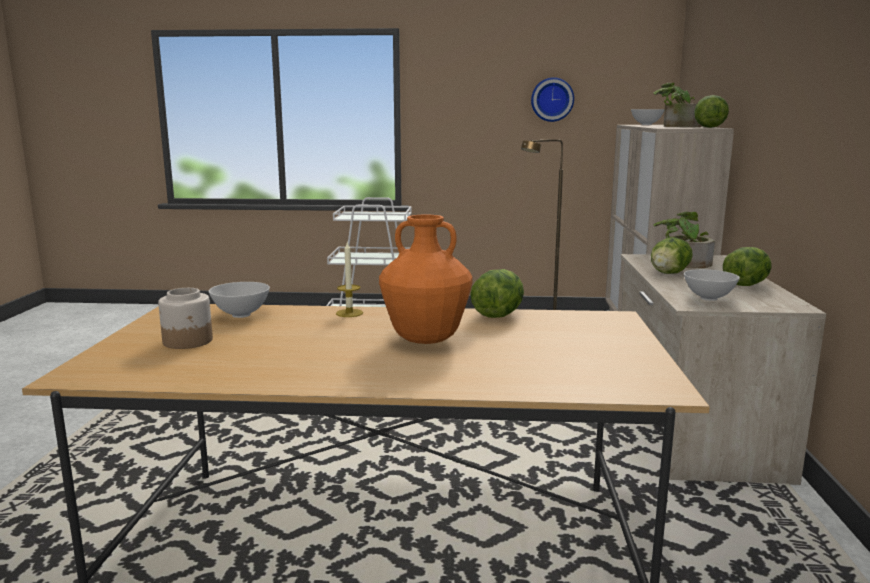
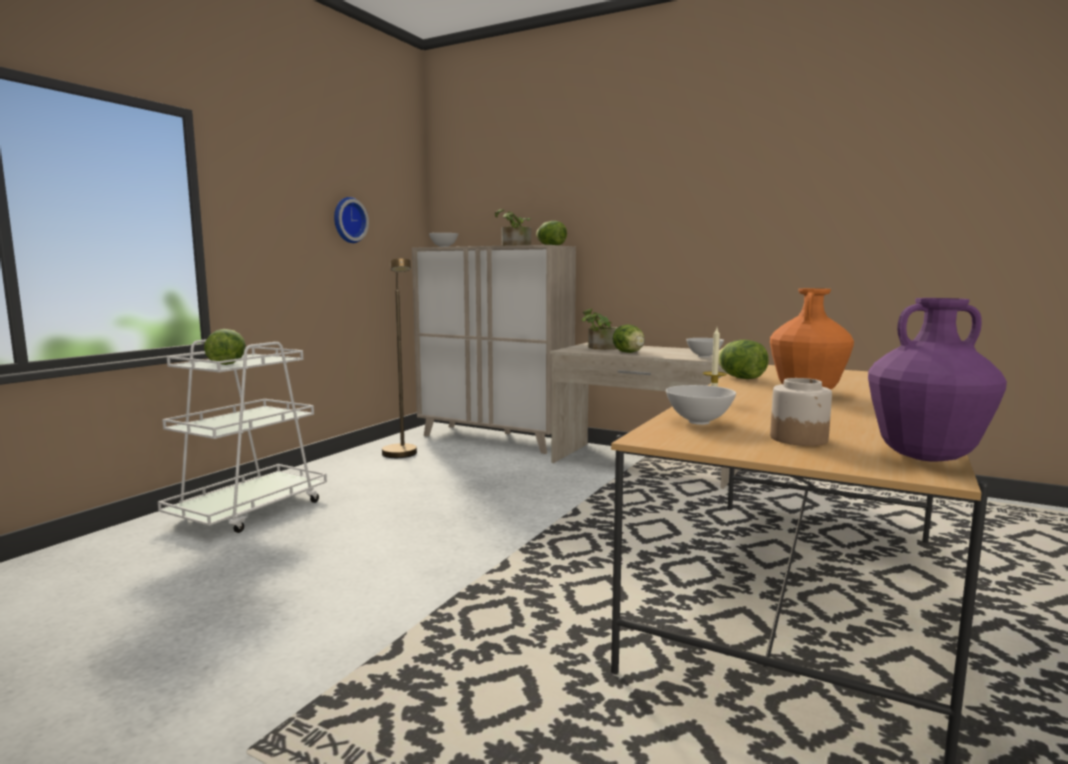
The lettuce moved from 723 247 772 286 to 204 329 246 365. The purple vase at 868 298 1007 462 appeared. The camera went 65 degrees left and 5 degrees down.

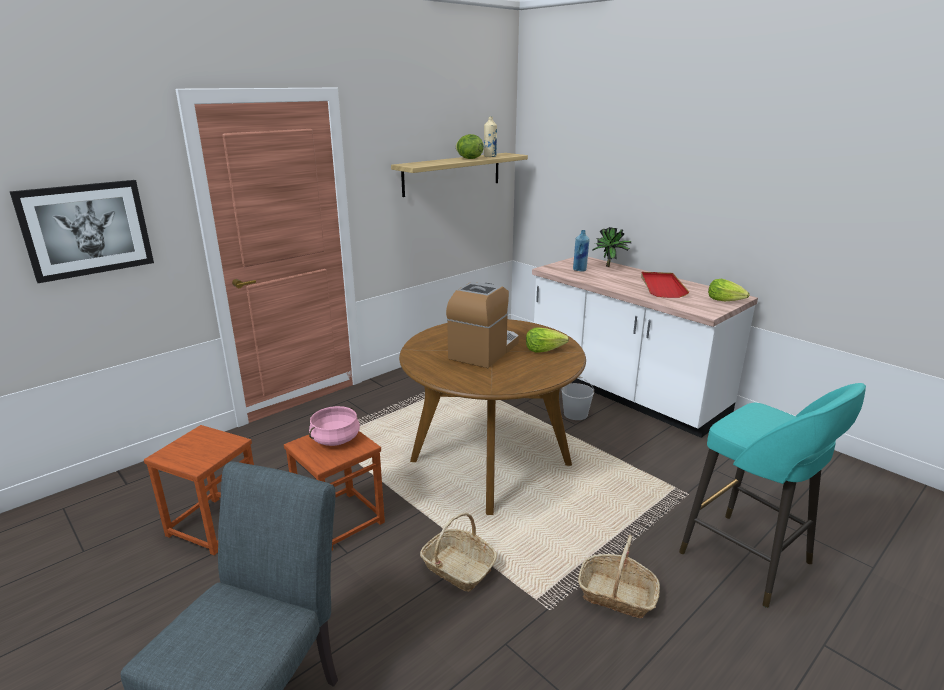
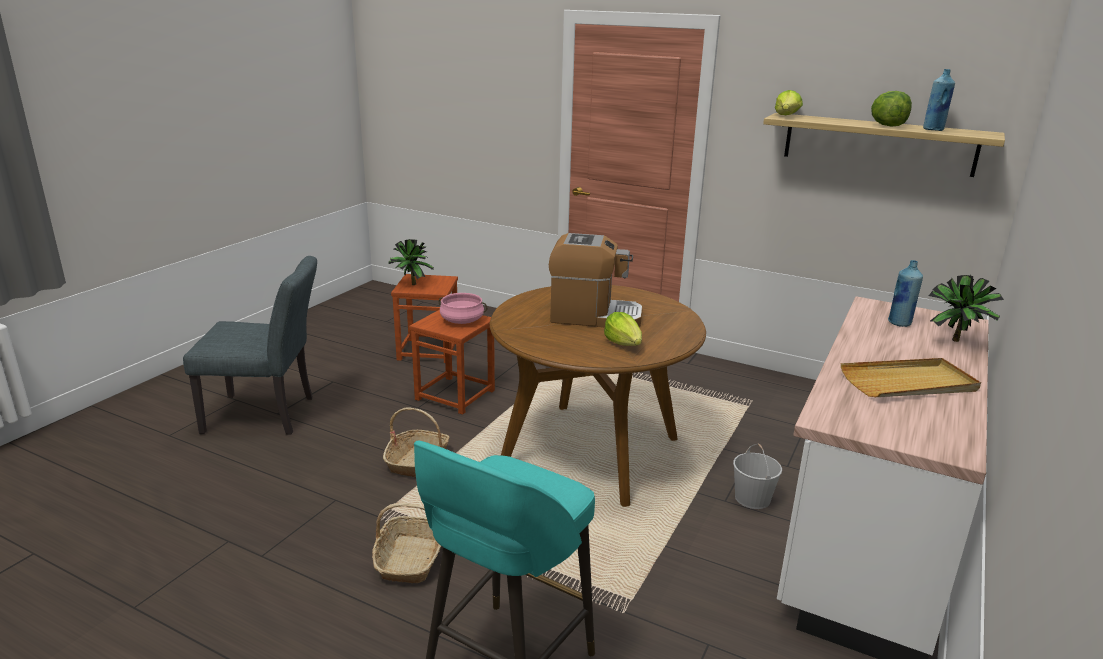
The picture at 9 180 154 283 disappeared. The beige bottle at 484 116 497 157 became the blue bottle at 923 69 955 131. The red tray at 641 272 689 298 became the beige tray at 841 358 981 397. The lettuce moved from 708 279 750 301 to 775 90 803 115. The potted plant at 389 239 434 285 appeared. The camera went 70 degrees right and 0 degrees up.

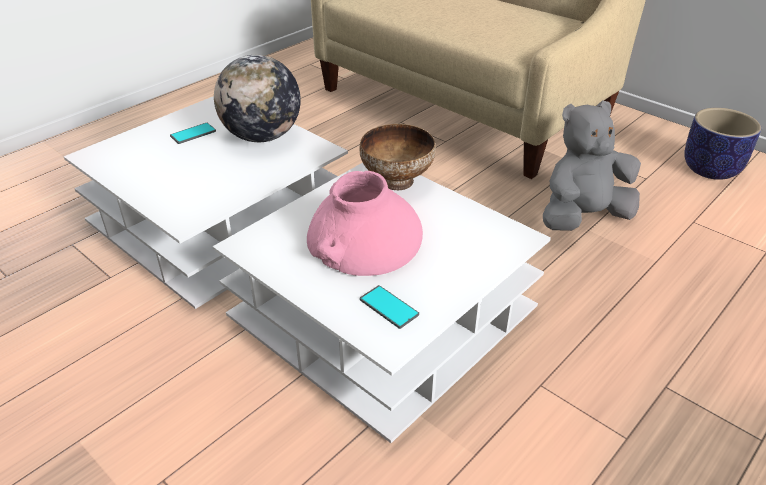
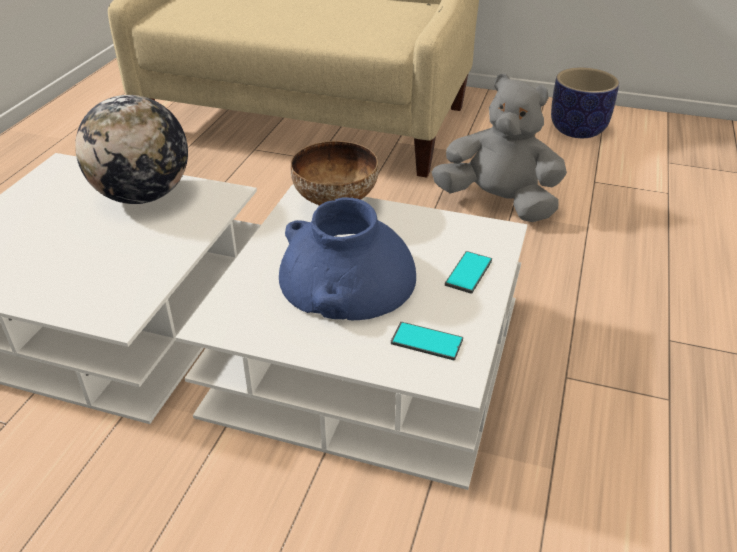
The phone moved from 170 123 216 144 to 445 251 492 294. The pink vase at 307 171 423 276 became the blue vase at 279 197 416 320. The grey plush toy at 543 100 641 231 turned 75 degrees clockwise. The camera went 25 degrees left and 0 degrees up.

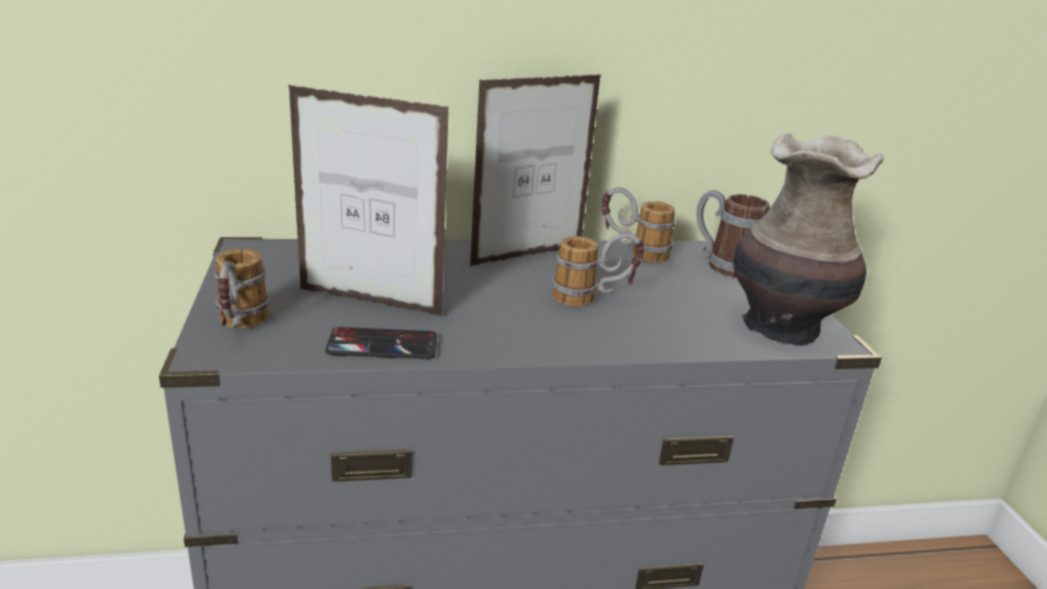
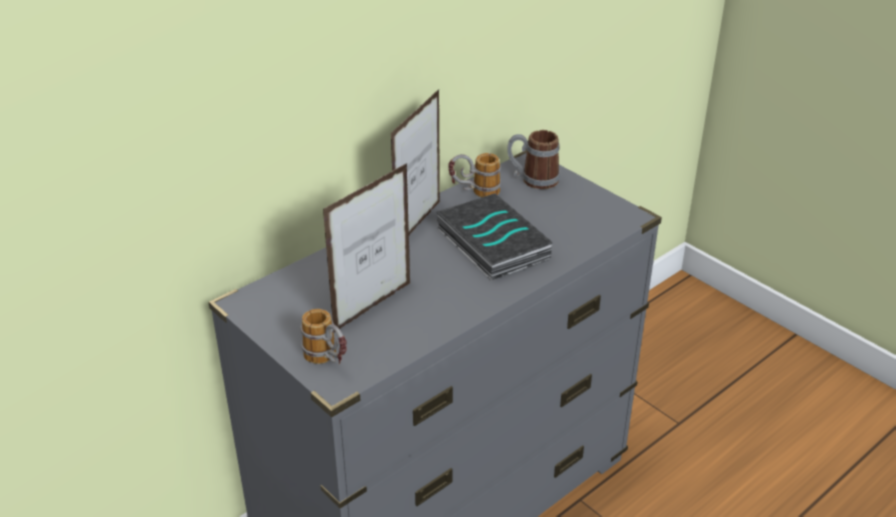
The picture frame at 288 85 449 316 turned 150 degrees clockwise. The phone at 325 327 437 359 disappeared. The mug at 552 232 645 307 was replaced by the book at 436 193 553 281. The vase at 733 133 884 345 disappeared. The camera went 30 degrees left and 10 degrees up.

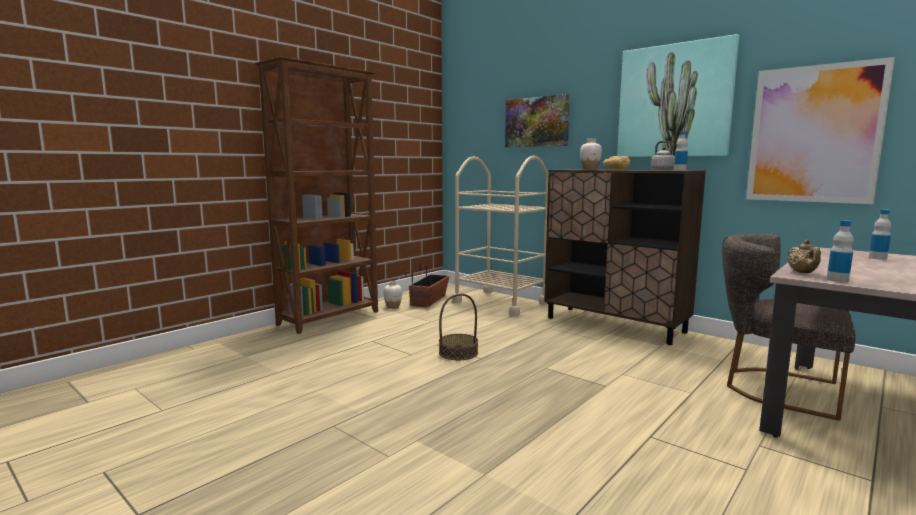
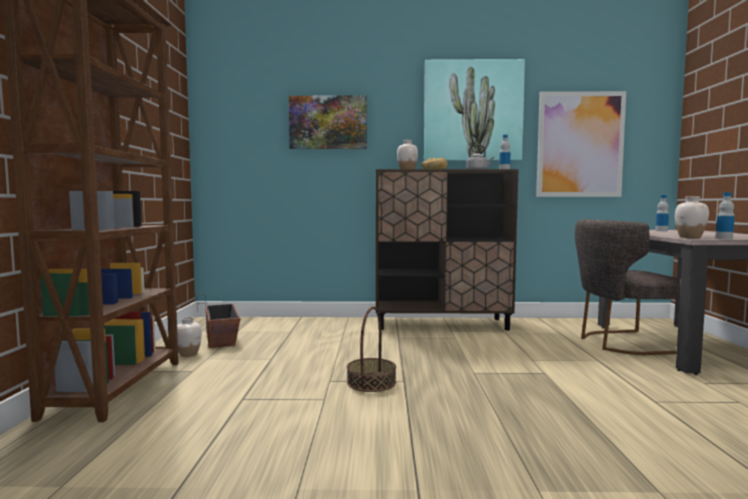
The beige cart at 452 156 548 316 disappeared. The beige teapot at 788 240 821 273 was replaced by the white vase at 675 197 709 238. The camera went 40 degrees left and 5 degrees down.

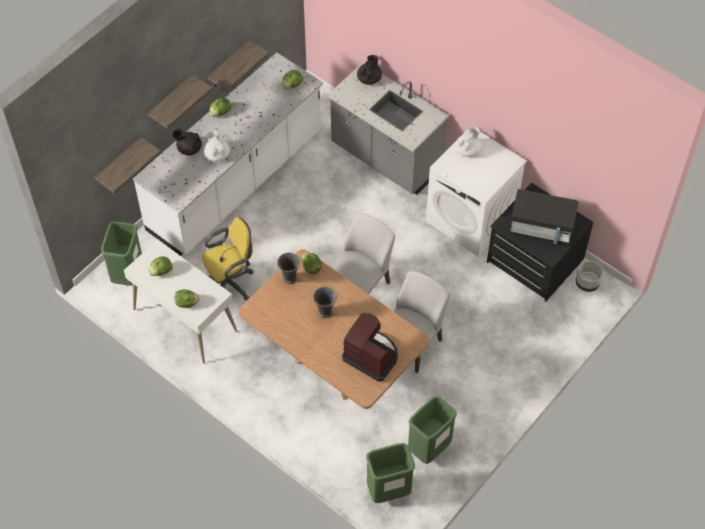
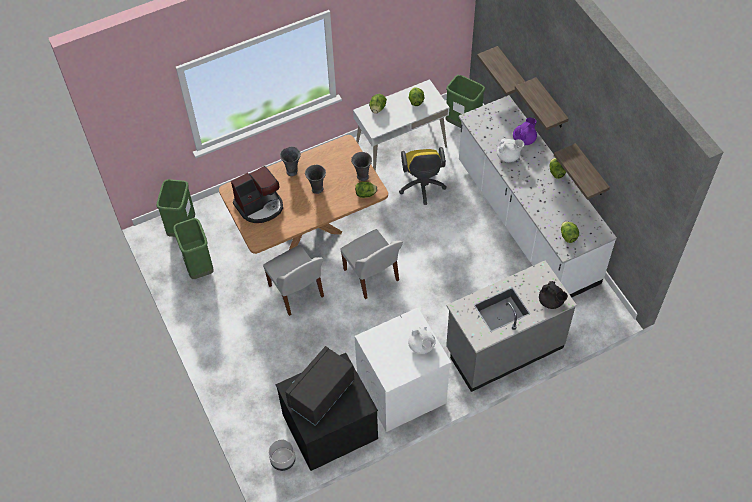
The black teapot at 173 129 202 155 became the purple teapot at 513 118 537 145. The grey vase at 280 146 301 176 appeared. The camera went 115 degrees right and 0 degrees up.

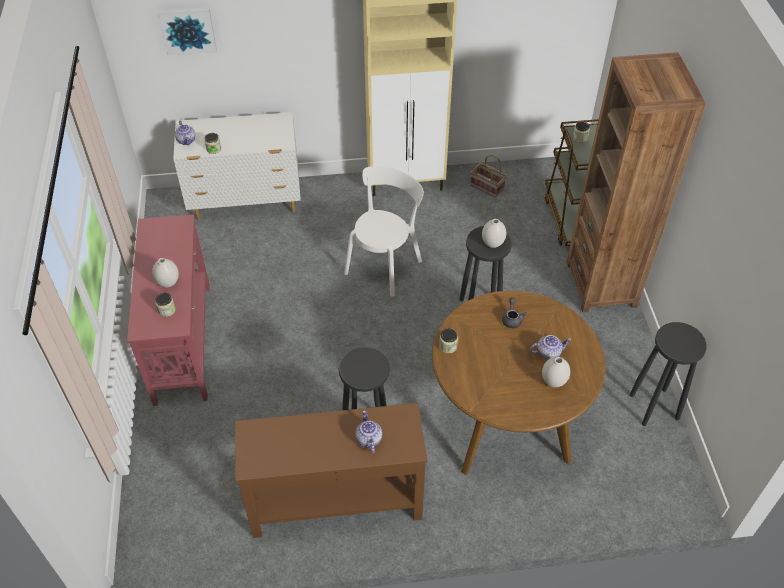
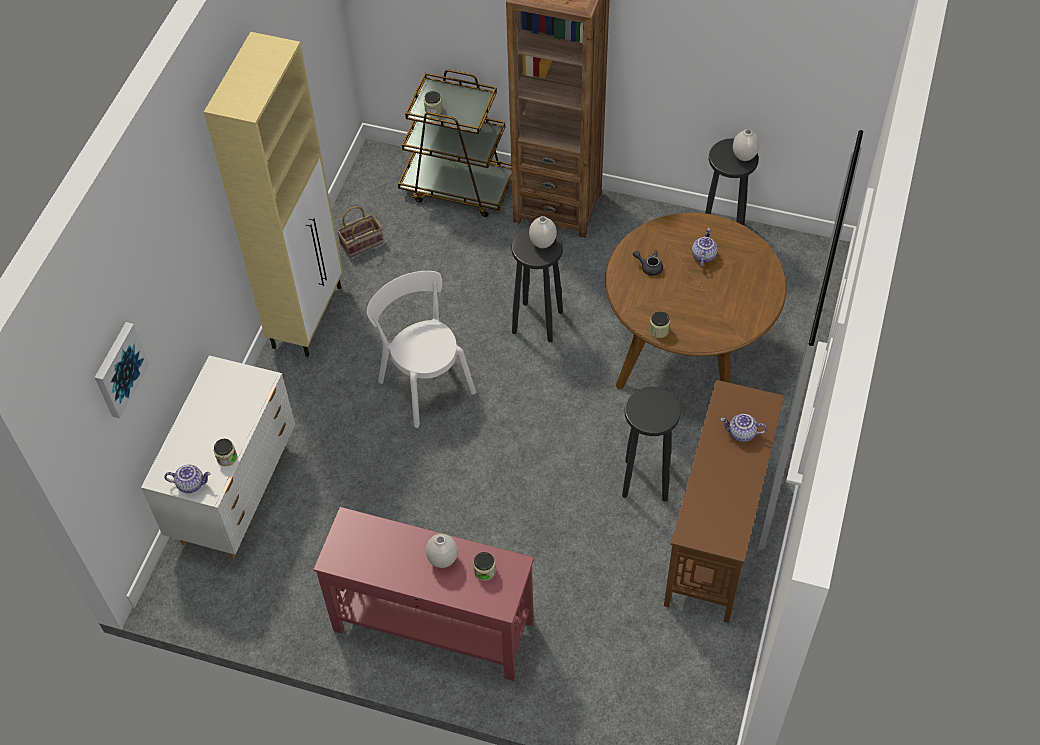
The white vase moved from 542 357 570 387 to 733 129 759 161. The camera went 65 degrees left and 5 degrees up.

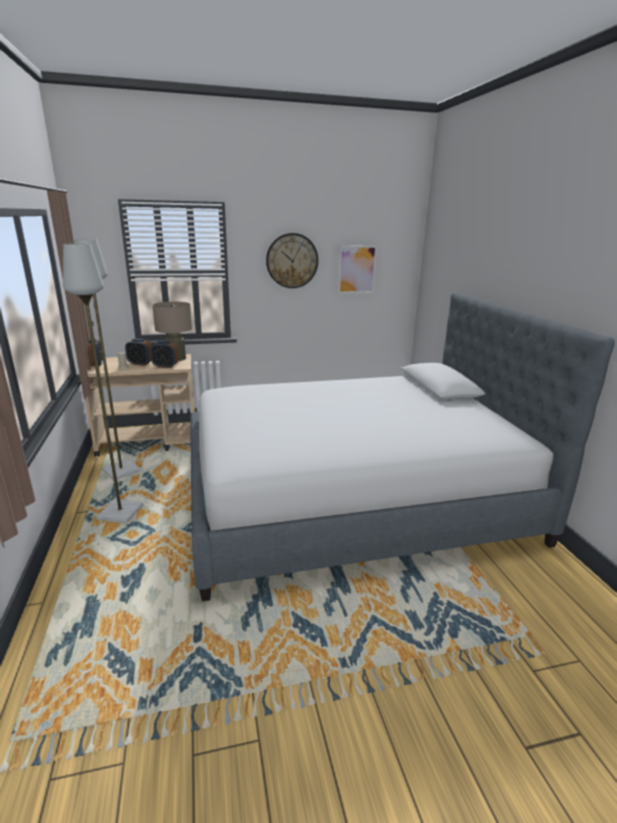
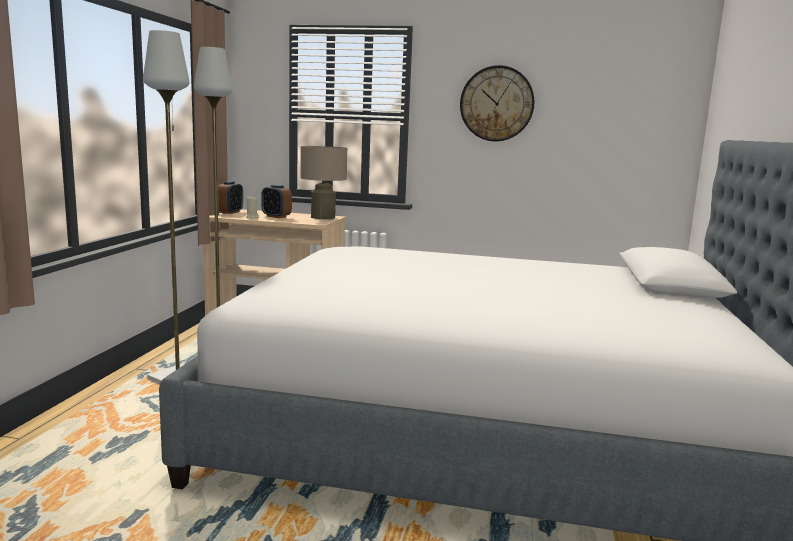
The alarm clock at 150 341 179 368 disappeared. The picture at 338 245 377 294 disappeared. The camera went 25 degrees right and 10 degrees down.

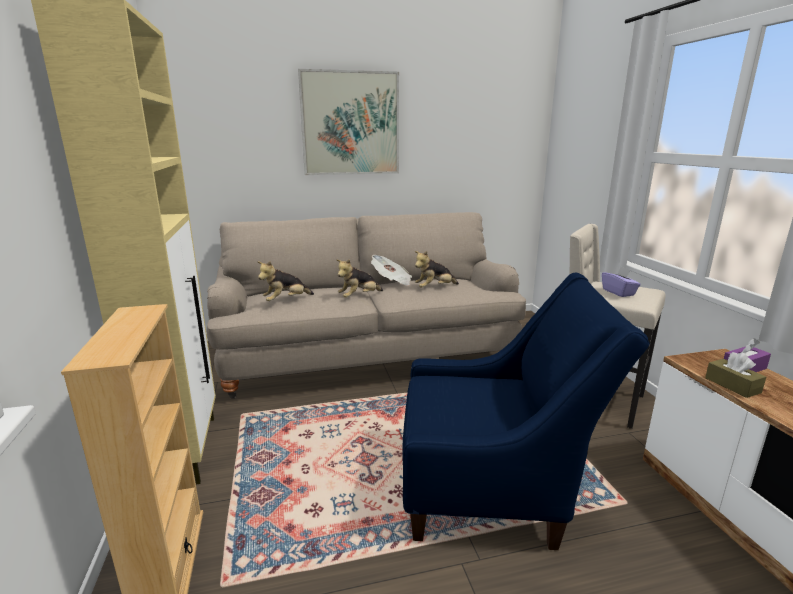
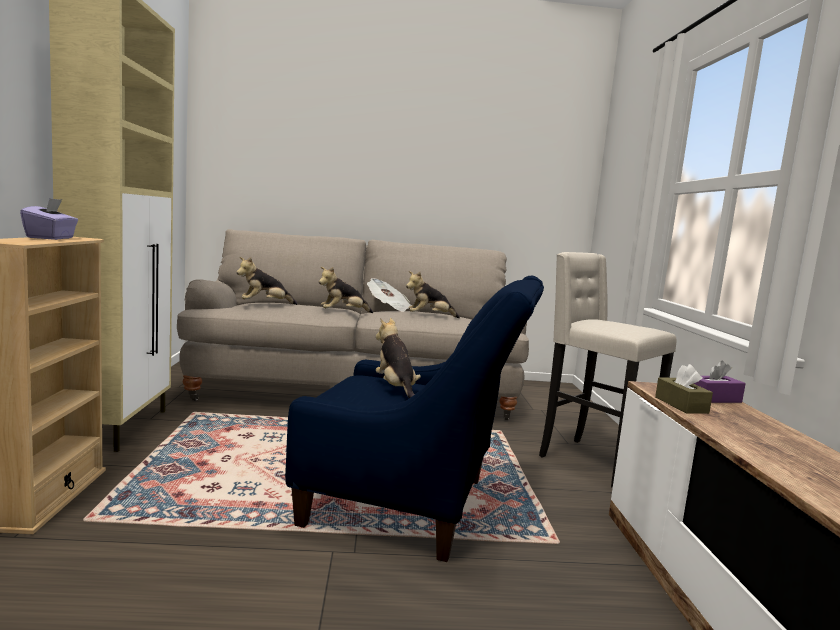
The picture at 298 69 399 175 disappeared. The purple tissue box moved from 602 267 641 297 to 20 198 78 240. The plush toy at 376 318 421 398 appeared. The camera went 10 degrees right and 10 degrees down.

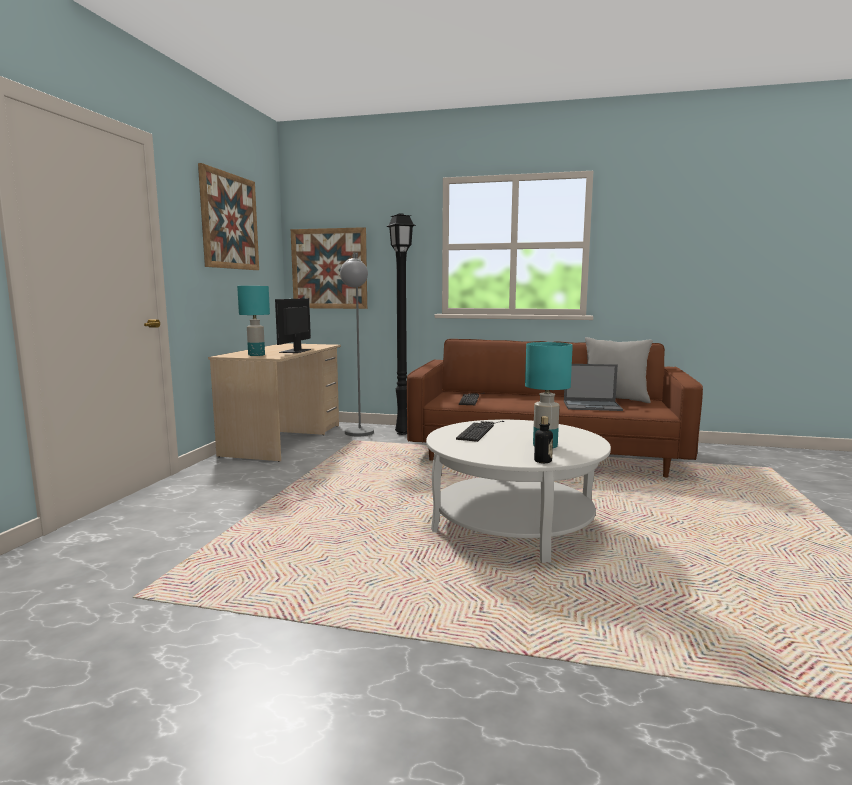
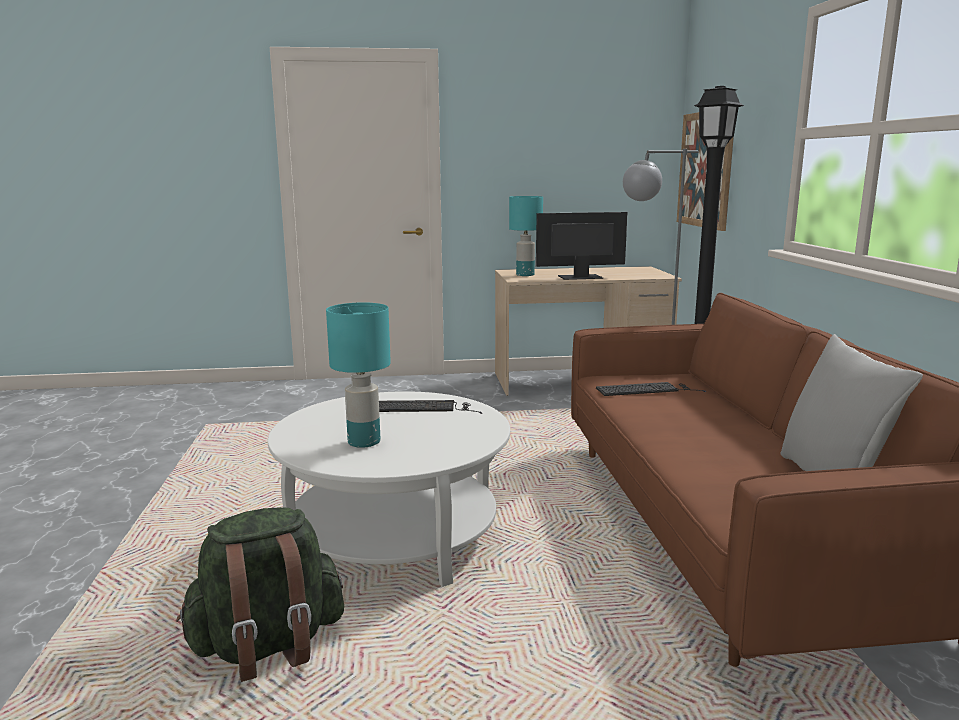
The picture at 198 163 259 270 disappeared. The bottle at 534 416 553 463 disappeared. The laptop at 564 364 623 411 disappeared. The green backpack at 176 507 344 682 appeared. The camera went 70 degrees right and 5 degrees up.

